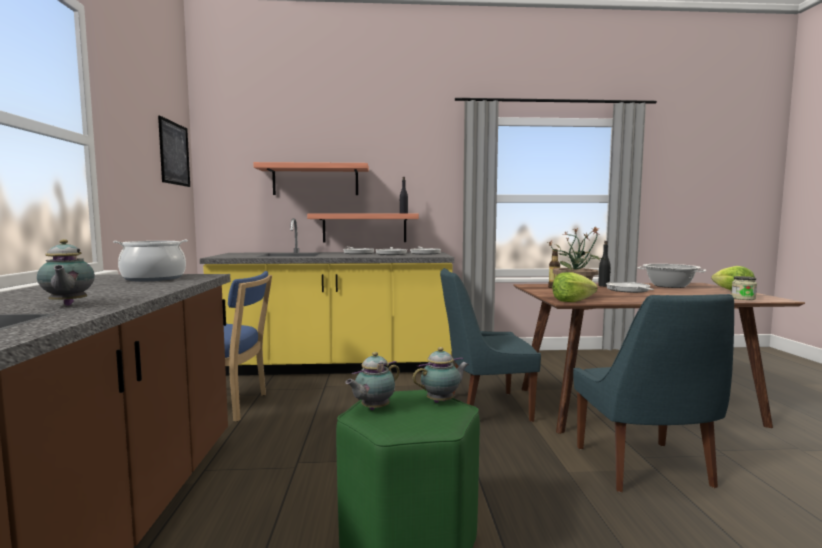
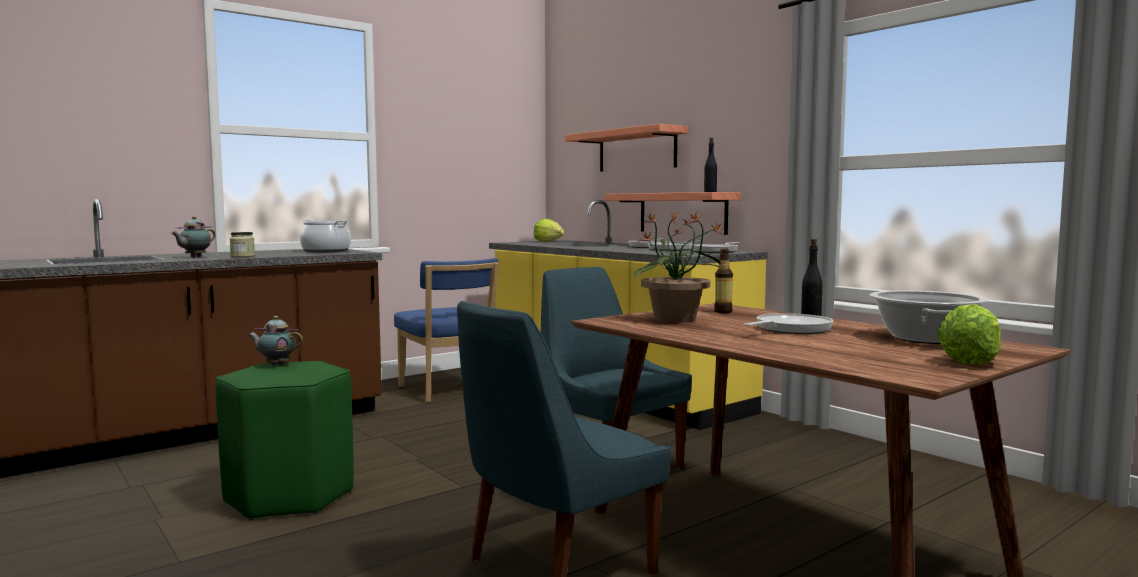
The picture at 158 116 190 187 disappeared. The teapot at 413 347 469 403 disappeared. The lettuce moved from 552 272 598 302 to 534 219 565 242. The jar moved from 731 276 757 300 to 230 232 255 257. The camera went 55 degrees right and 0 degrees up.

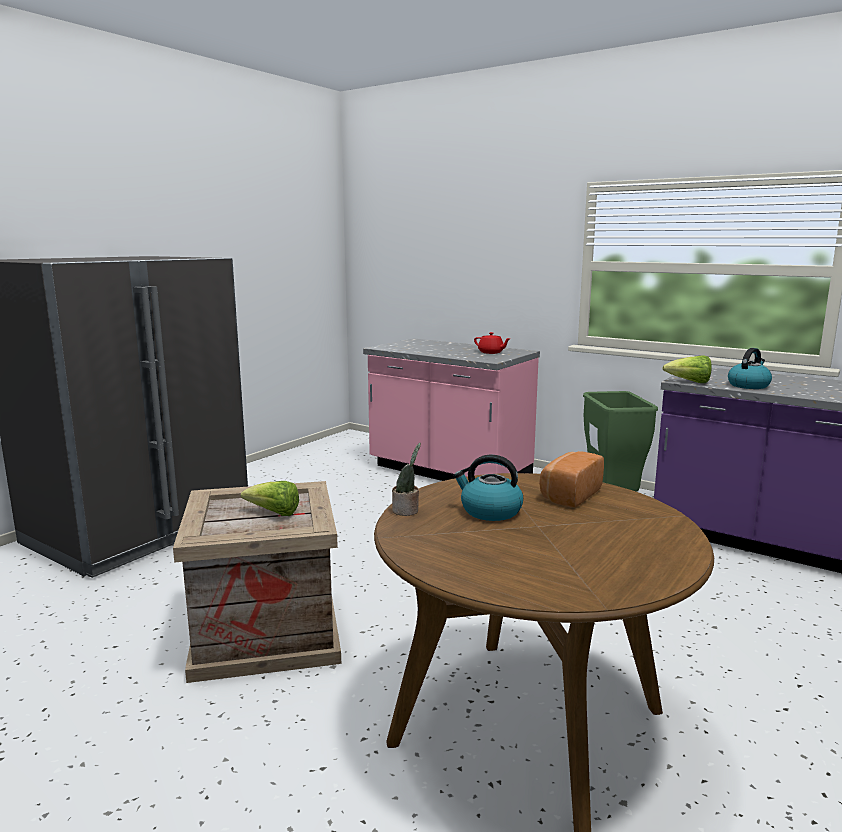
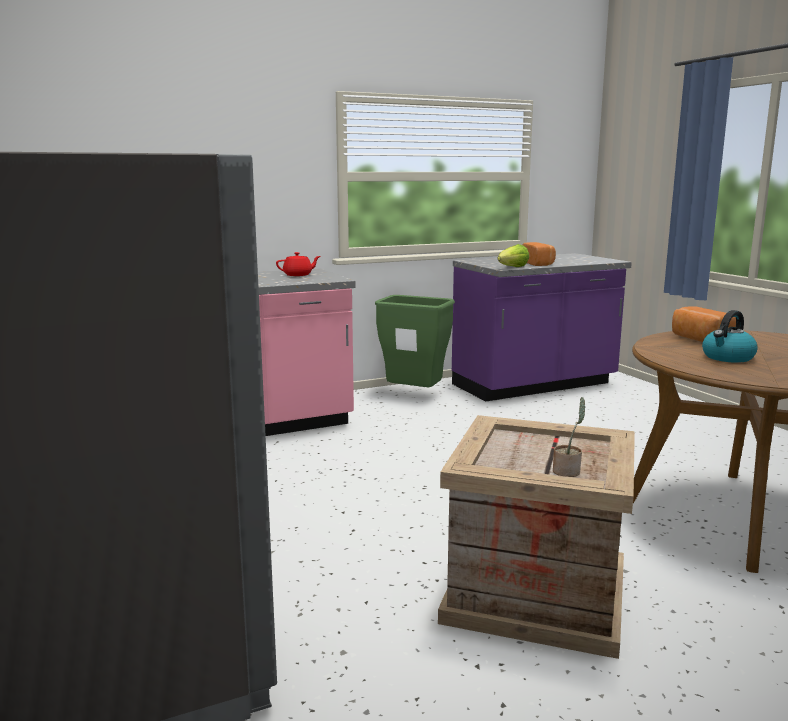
The lettuce at 241 481 299 516 disappeared. The potted plant moved from 392 442 421 516 to 553 397 586 477. The kettle at 728 348 772 389 was replaced by the bread at 523 242 556 266. The camera went 60 degrees left and 0 degrees up.

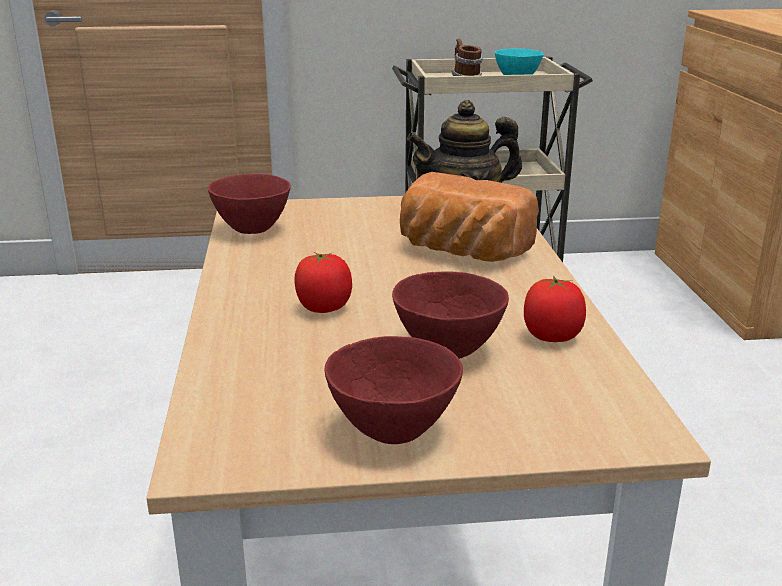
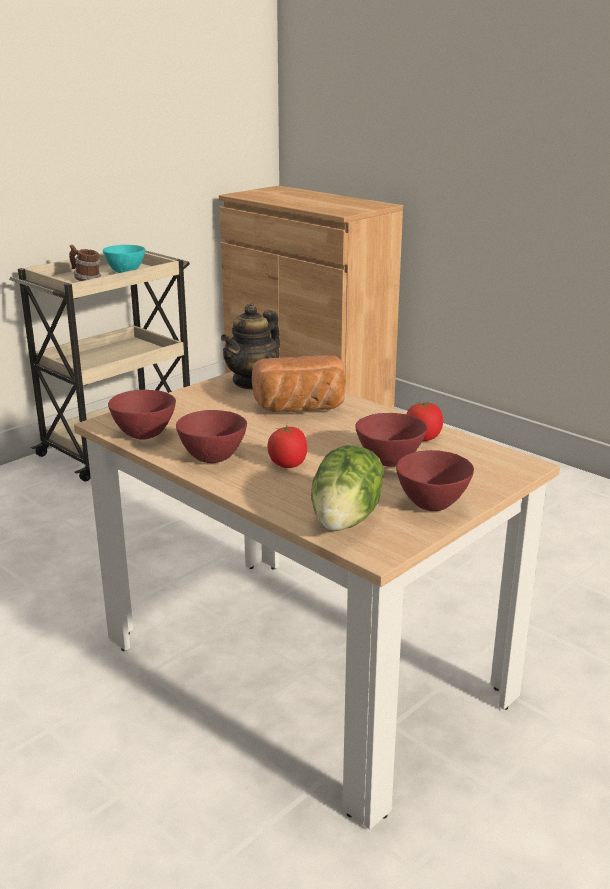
The red bowl at 176 410 247 463 appeared. The lettuce at 311 445 383 531 appeared. The camera went 40 degrees left and 0 degrees up.

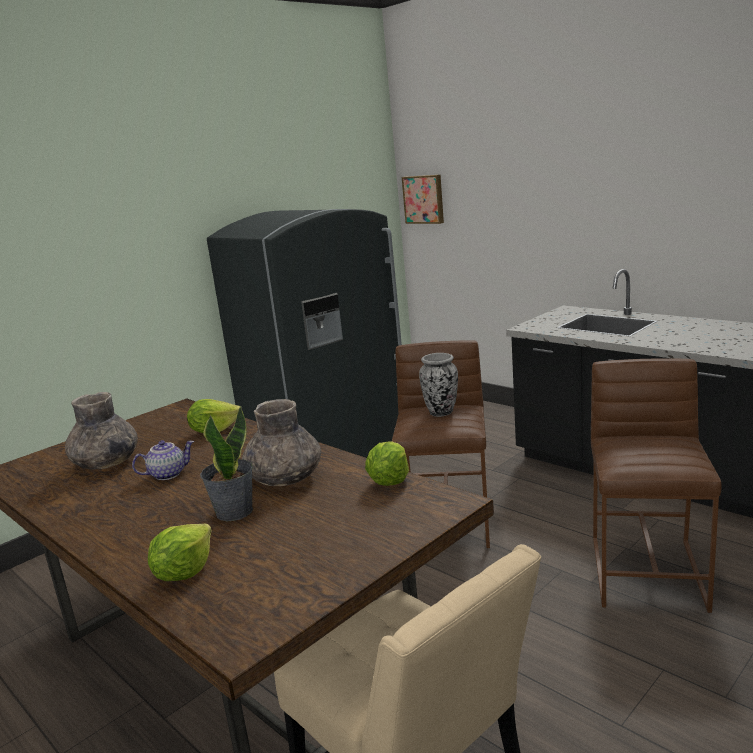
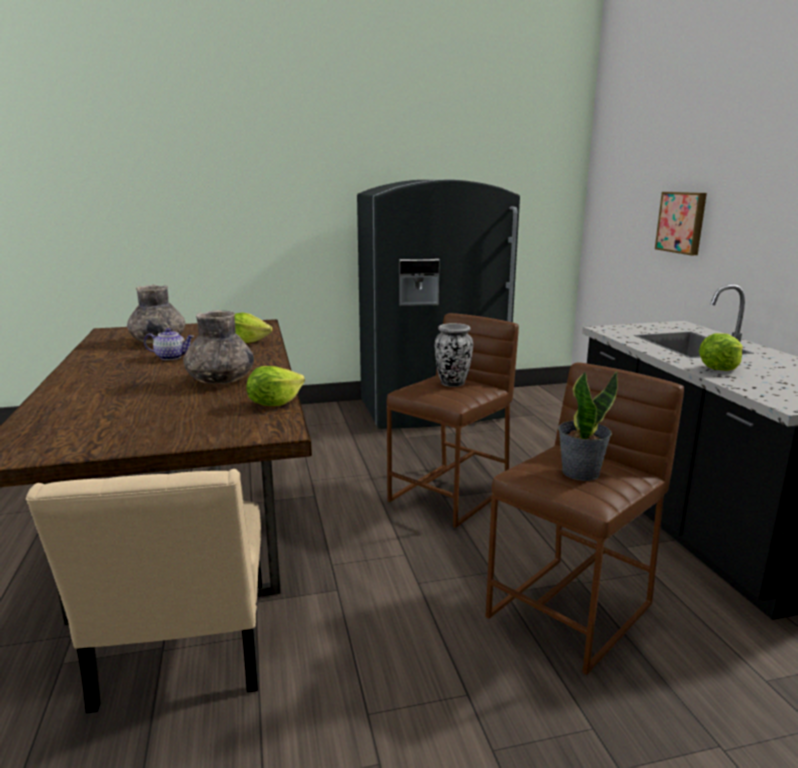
The lettuce moved from 148 524 212 581 to 699 333 743 371. The potted plant moved from 200 406 253 521 to 558 371 618 481. The picture moved from 402 175 444 224 to 655 192 707 255. The camera went 30 degrees right and 0 degrees up.

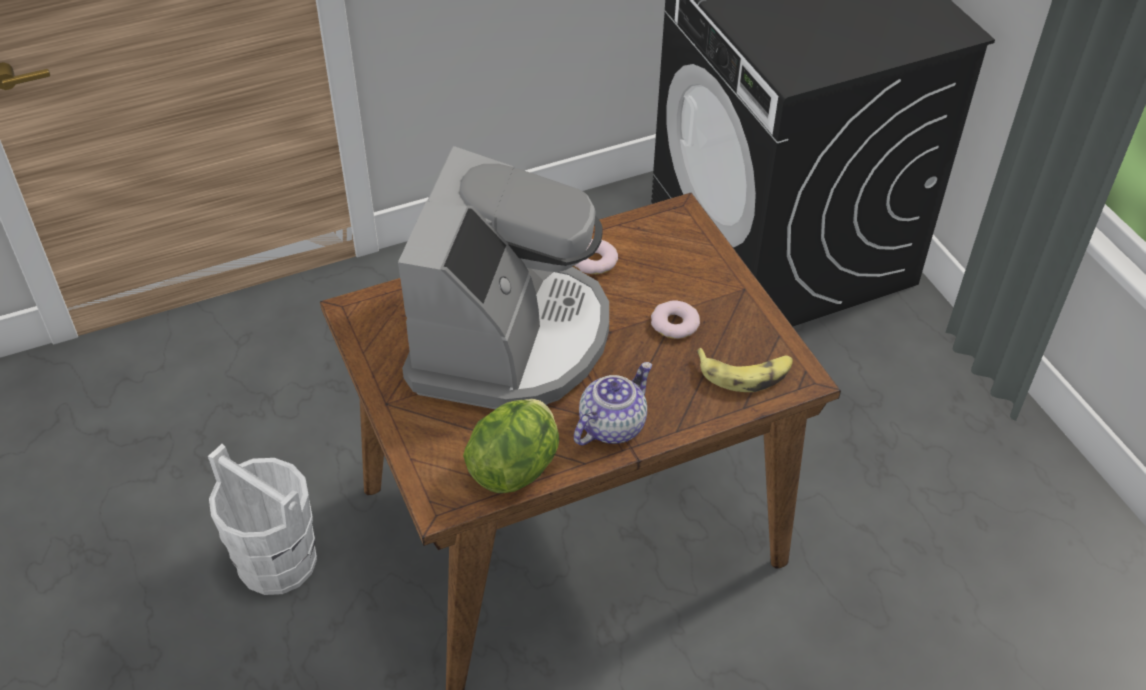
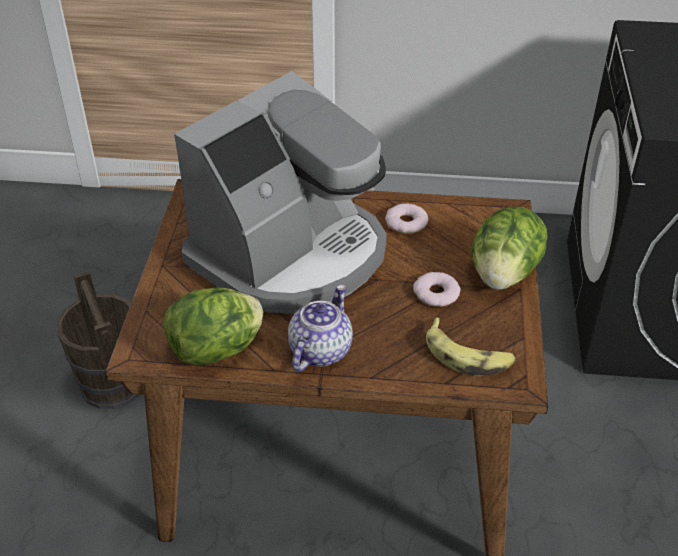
The white bucket at 208 444 317 595 became the brown bucket at 57 271 140 409. The teapot at 574 362 652 446 turned 45 degrees counterclockwise. The lettuce at 471 206 548 290 appeared. The camera went 30 degrees right and 5 degrees down.

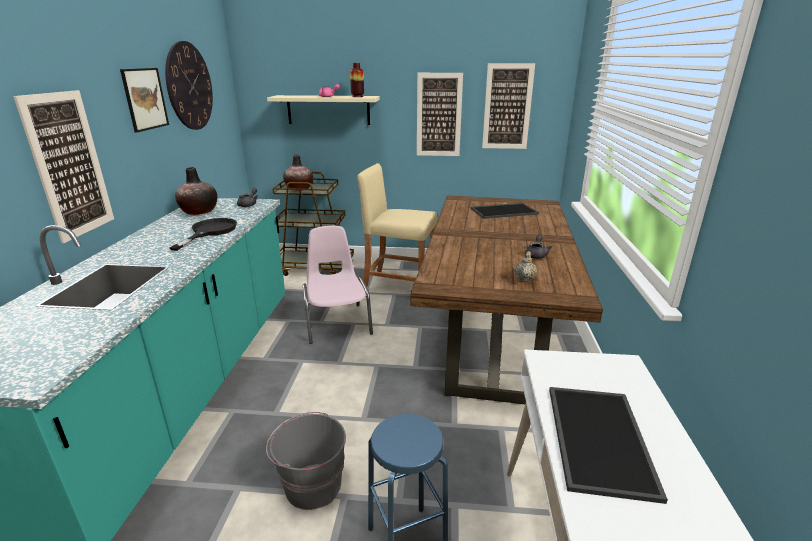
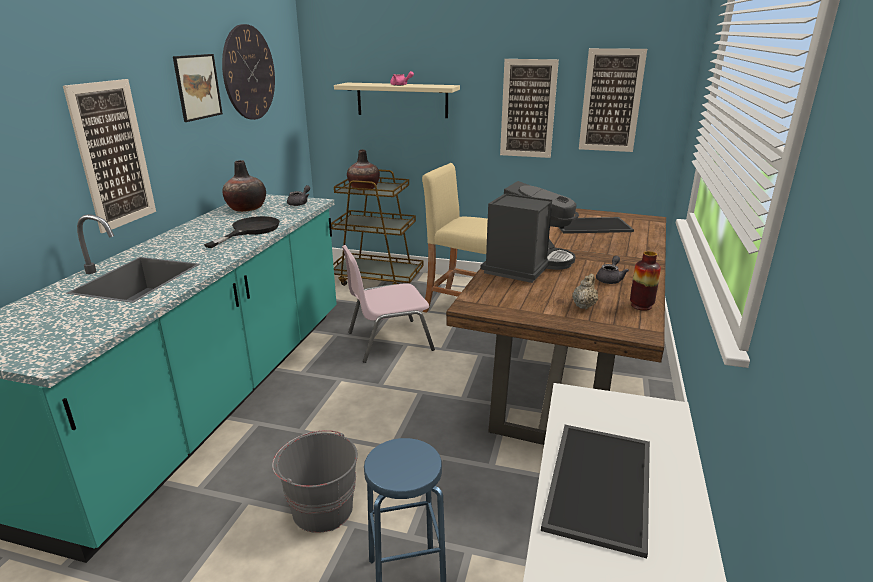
The pink chair at 303 226 373 344 turned 105 degrees counterclockwise. The vase moved from 350 63 364 97 to 630 251 661 311. The coffee machine at 480 181 579 283 appeared. The camera went 10 degrees right and 0 degrees up.

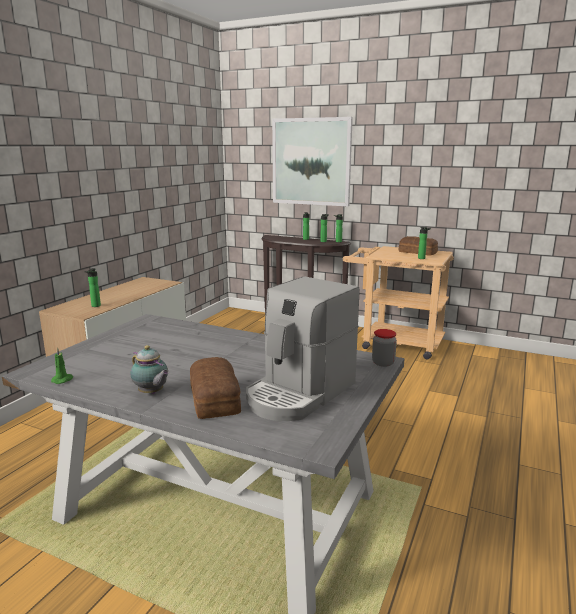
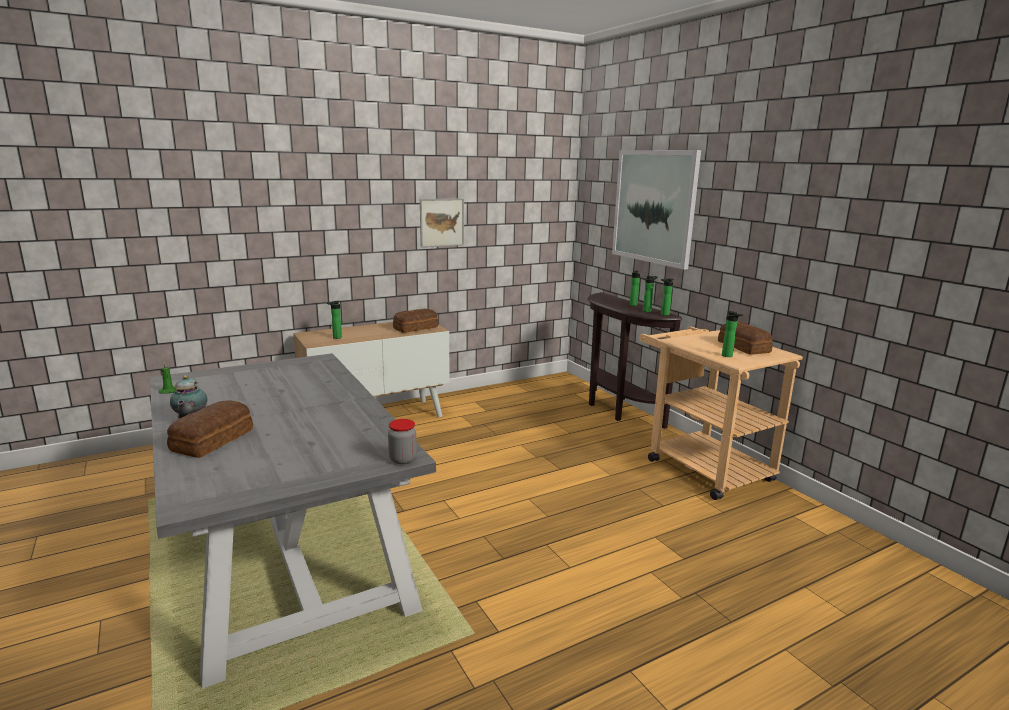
The coffee machine at 246 277 359 421 disappeared. The bread at 393 309 438 333 appeared. The picture at 420 198 464 248 appeared. The camera went 35 degrees right and 0 degrees up.

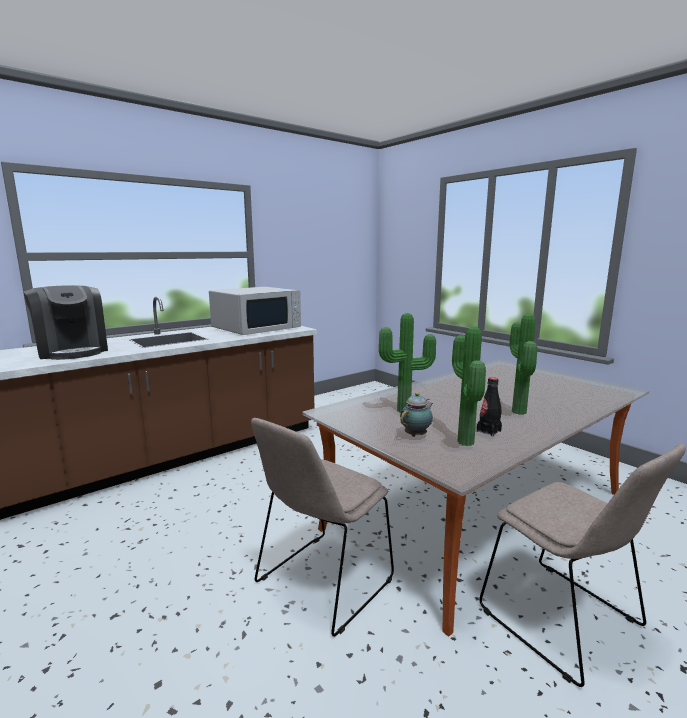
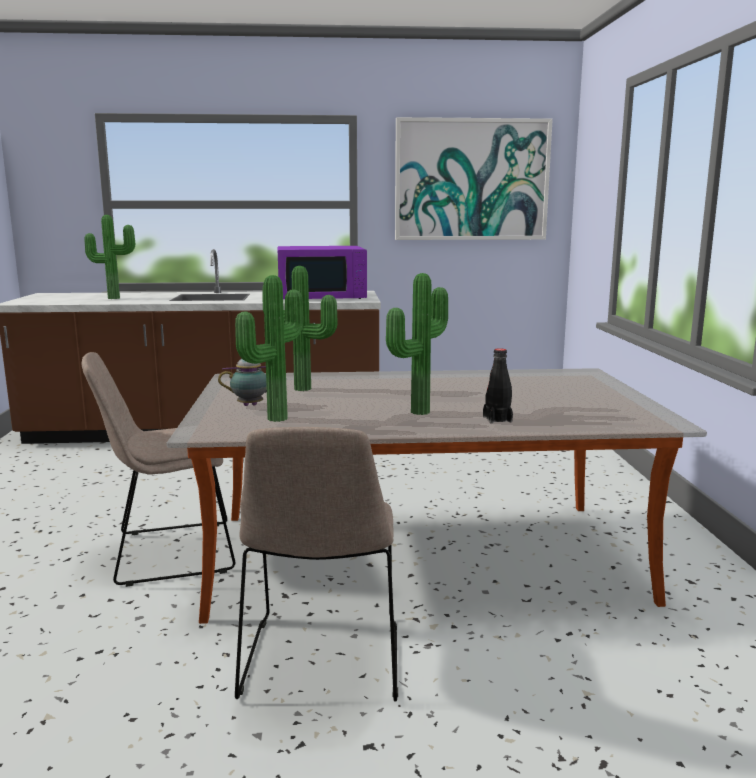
The coffee machine at 24 285 108 360 was replaced by the potted plant at 84 215 135 299. The white microwave at 209 287 301 335 became the purple microwave at 278 246 367 299. The black bottle moved from 477 377 502 436 to 483 348 513 424. The picture at 395 117 553 240 appeared. The camera went 35 degrees right and 0 degrees up.

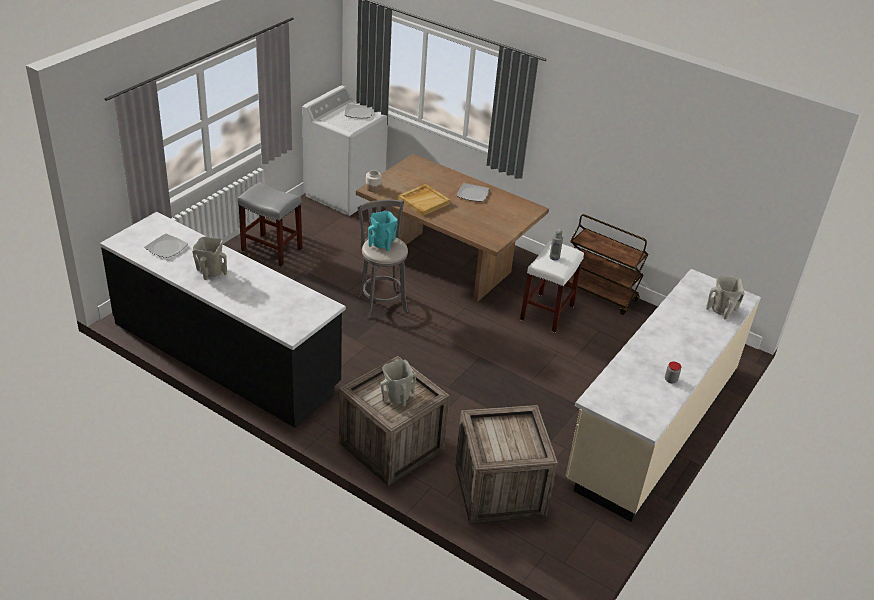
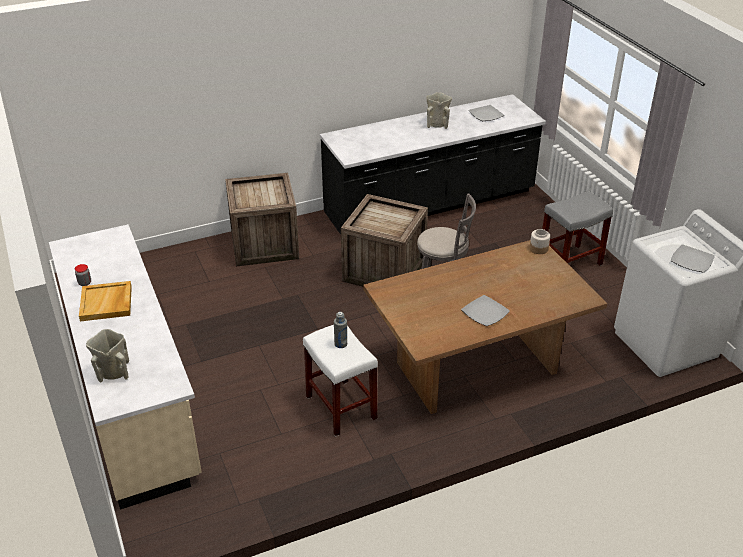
The turquoise vase at 368 211 398 251 disappeared. The beige vase at 380 359 417 406 disappeared. The beige tray moved from 398 184 450 216 to 79 281 132 321. The crate moved from 455 405 558 524 to 341 194 428 287. The brown cart at 564 214 649 315 disappeared. The camera went 125 degrees right and 0 degrees up.

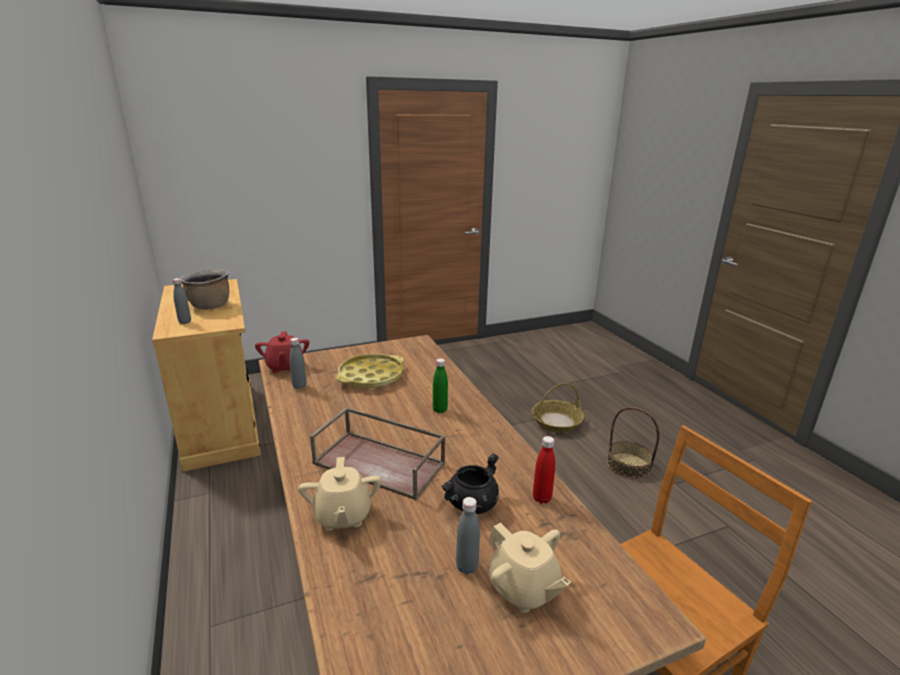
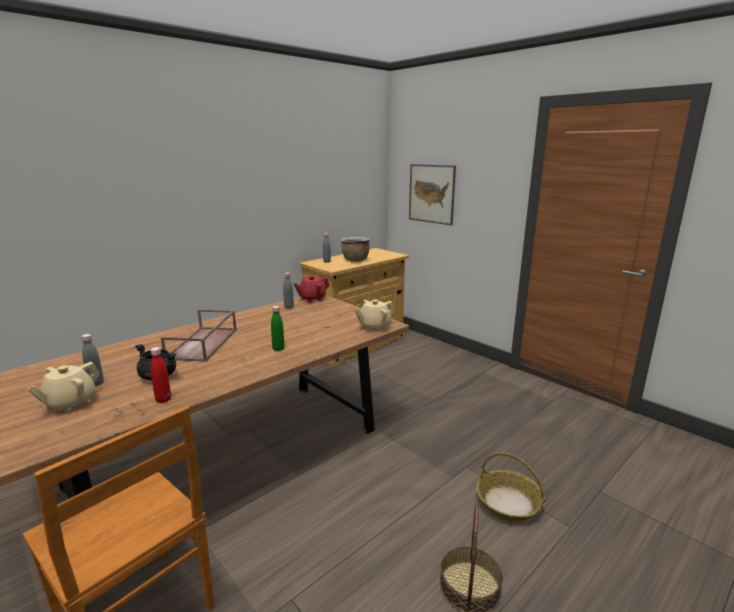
The beige teapot moved from 298 457 382 531 to 355 300 395 332. The yellow tray at 336 354 404 388 disappeared. The picture at 409 164 456 225 appeared. The camera went 70 degrees right and 5 degrees down.

